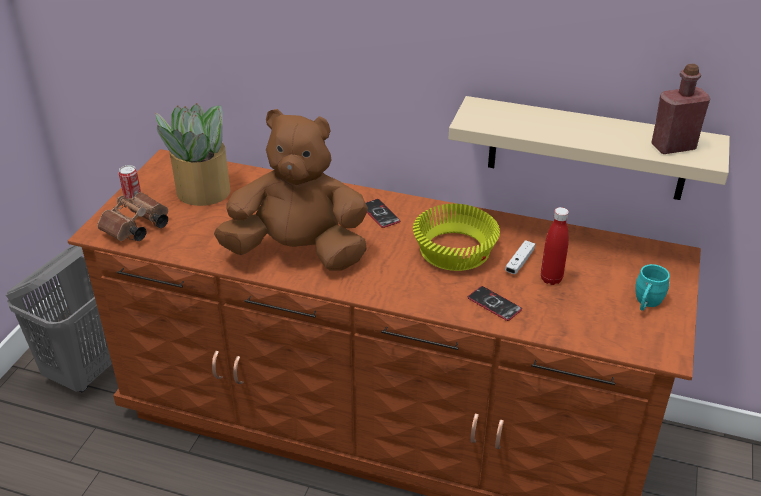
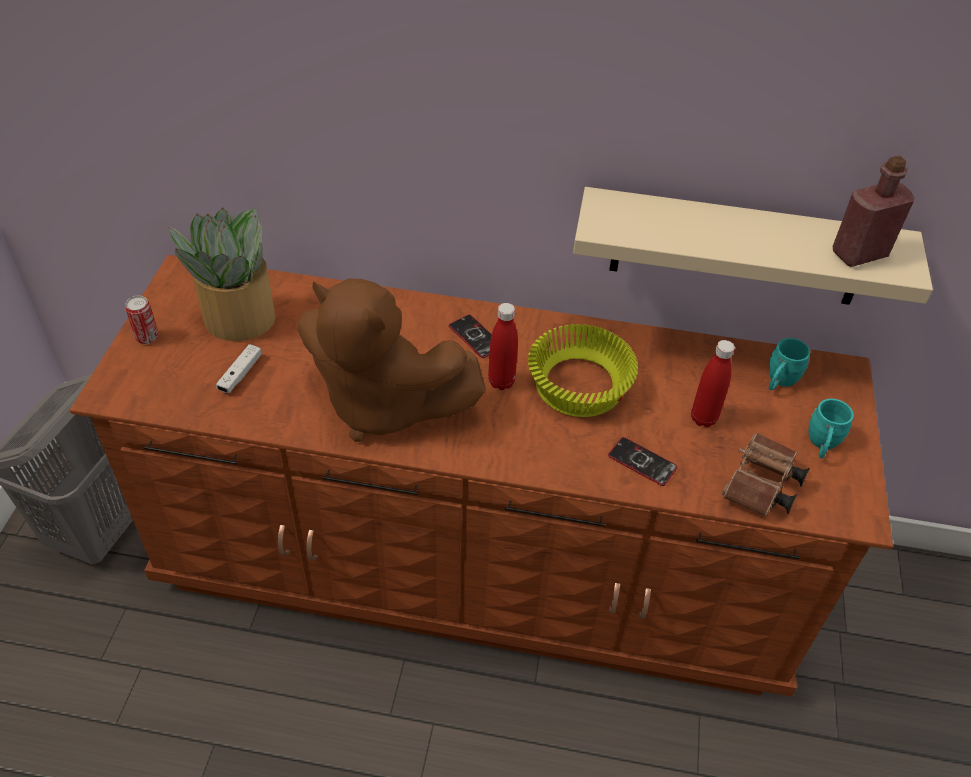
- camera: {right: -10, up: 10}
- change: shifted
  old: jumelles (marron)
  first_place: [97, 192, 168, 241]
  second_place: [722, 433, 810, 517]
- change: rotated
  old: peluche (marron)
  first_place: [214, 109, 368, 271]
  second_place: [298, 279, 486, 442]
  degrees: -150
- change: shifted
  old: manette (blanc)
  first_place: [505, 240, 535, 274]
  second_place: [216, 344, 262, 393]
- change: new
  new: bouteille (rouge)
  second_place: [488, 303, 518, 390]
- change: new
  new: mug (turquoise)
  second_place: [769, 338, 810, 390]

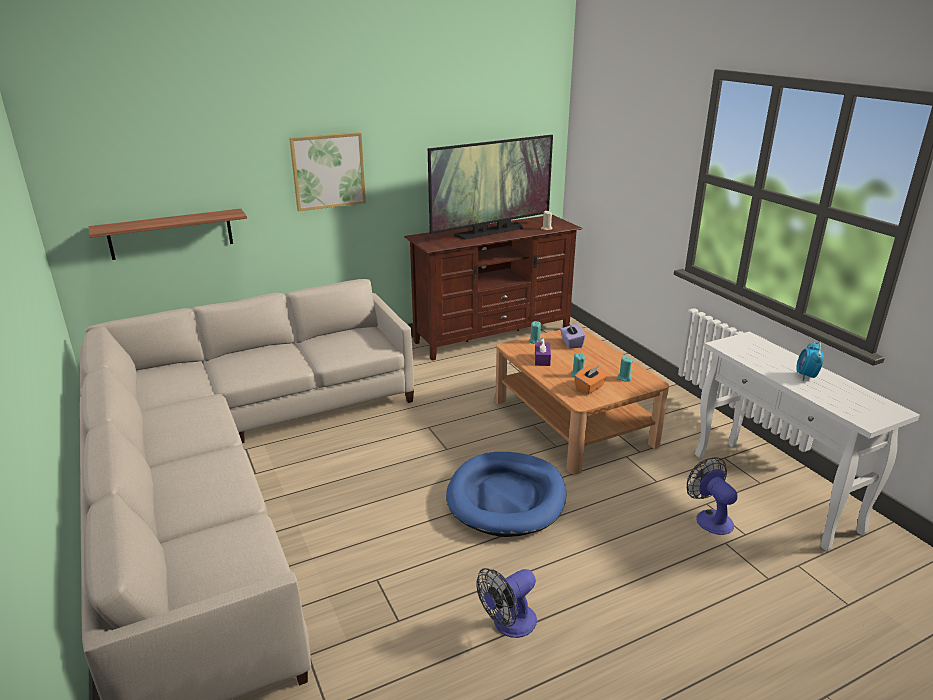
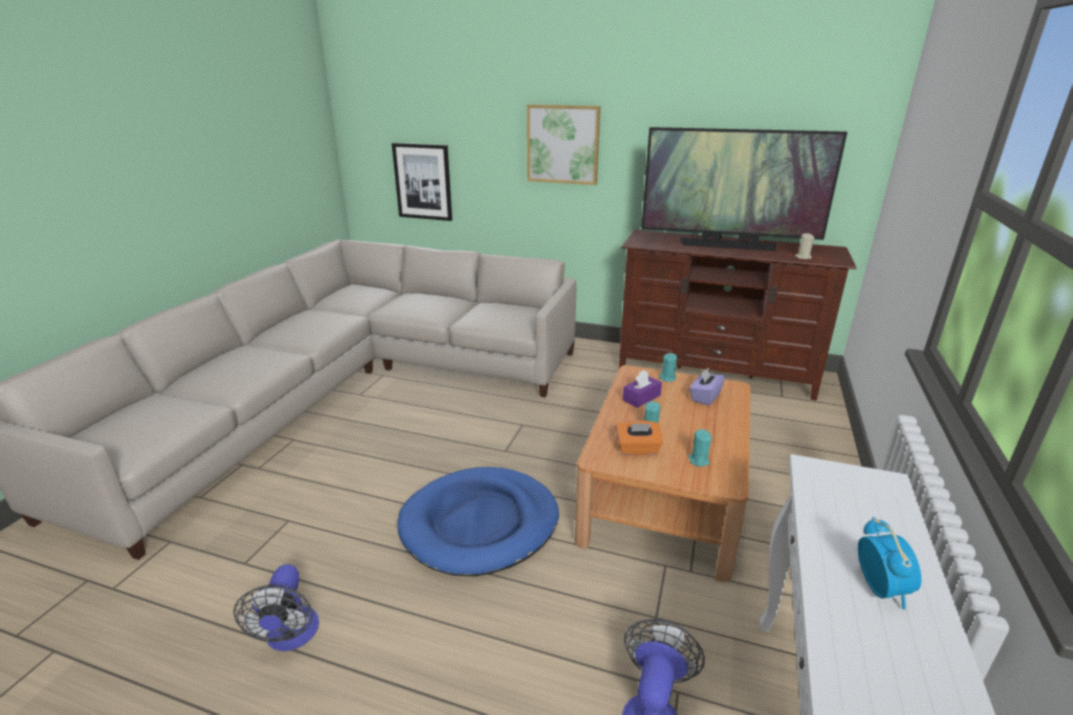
- camera: {right: 45, up: 0}
- change: swapped
  old: étagère
  new: tableau
  first_place: [89, 209, 247, 260]
  second_place: [392, 143, 452, 221]
- change: rotated
  old: ventilateur
  first_place: [476, 568, 537, 638]
  second_place: [233, 564, 319, 651]
  degrees: -105
- change: rotated
  old: réveil
  first_place: [796, 342, 824, 381]
  second_place: [858, 517, 922, 610]
  degrees: 120

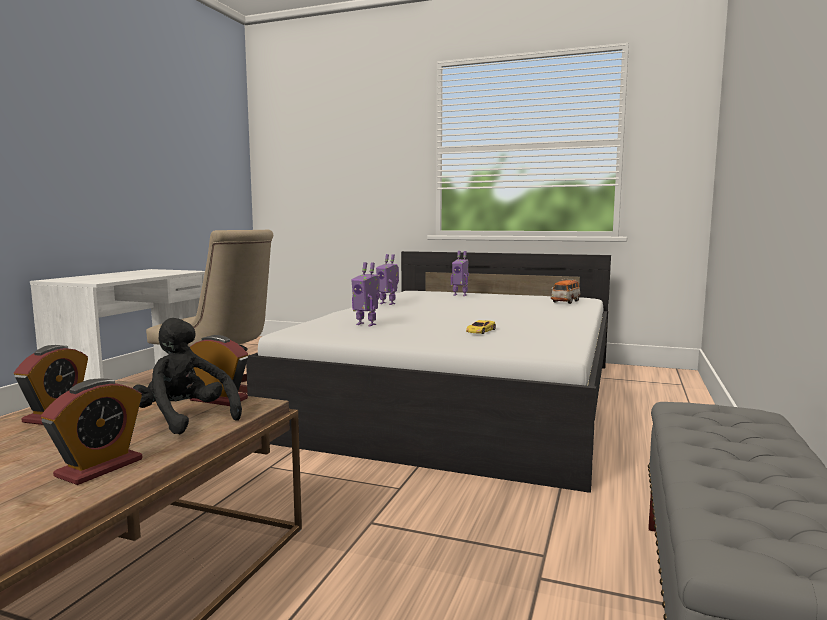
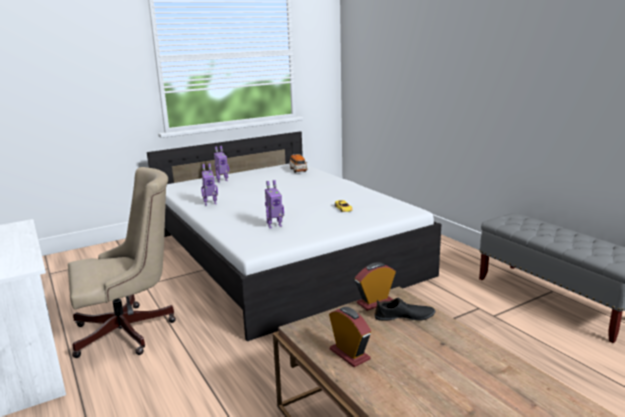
- camera: {right: -50, up: 10}
- change: gone
  old: réveil
  first_place: [41, 378, 142, 485]
- change: swapped
  old: peluche (noir)
  new: chaussure (noir)
  first_place: [133, 318, 242, 434]
  second_place: [374, 298, 435, 321]

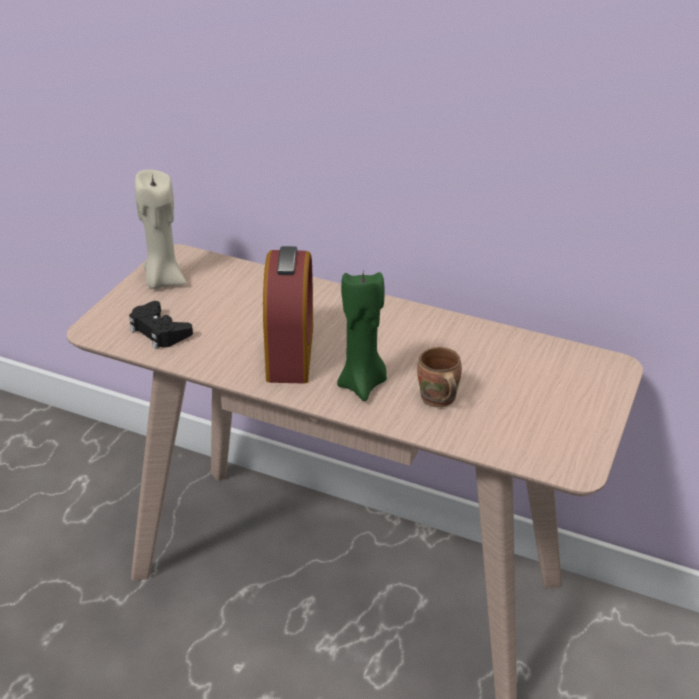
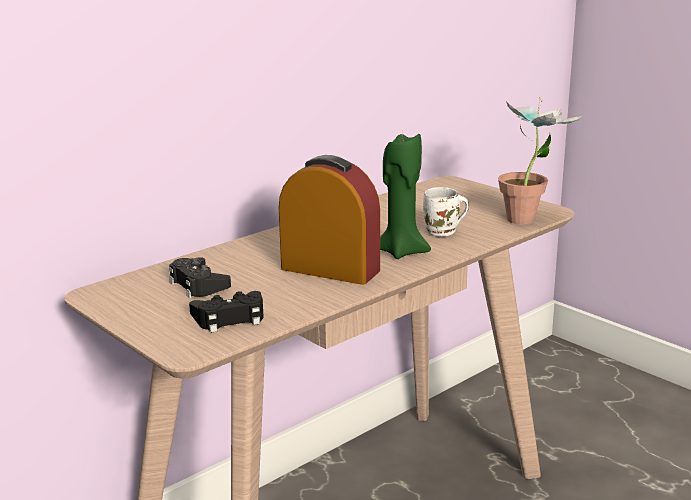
- camera: {right: -65, up: -15}
- change: gone
  old: bougie (beige)
  first_place: [135, 169, 187, 289]
- change: repainted
  old: mug (marron)
  new: mug (blanc)
  first_place: [417, 347, 462, 407]
  second_place: [423, 187, 469, 237]
- change: new
  new: manette (noir)
  second_place: [169, 257, 231, 298]
- change: new
  new: plante en pot
  second_place: [498, 96, 583, 224]

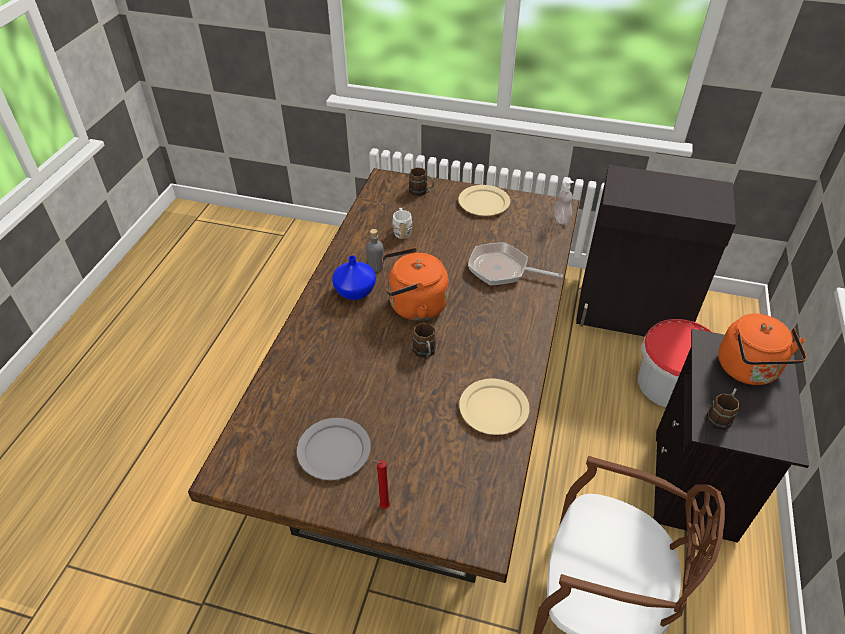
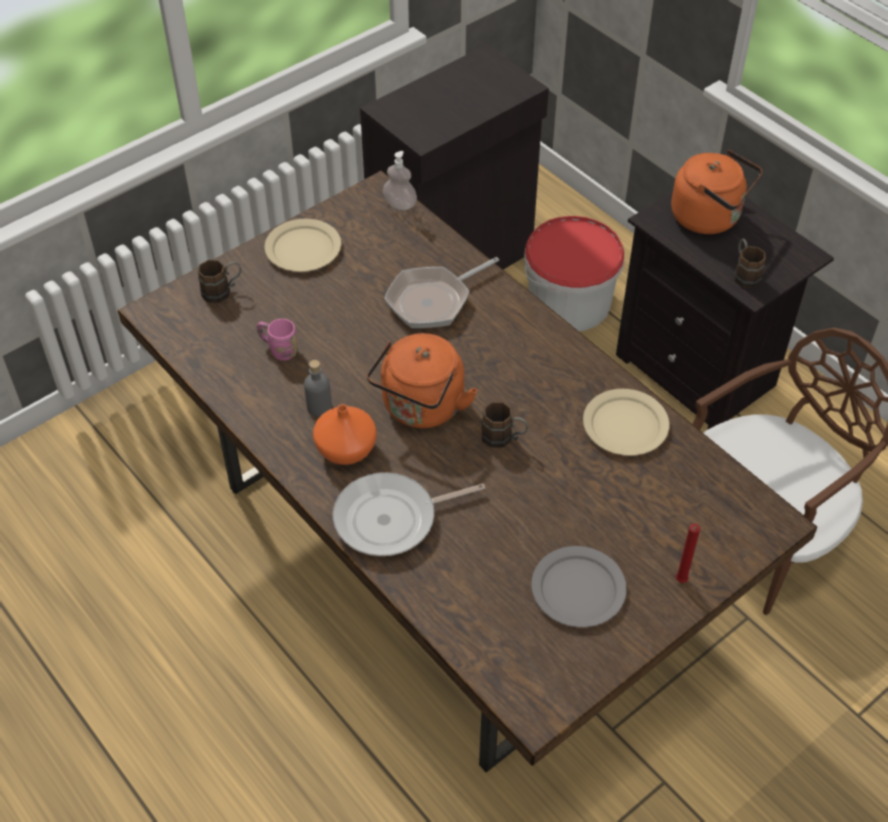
- camera: {right: -55, up: 5}
- change: repainted
  old: vase (bleu)
  new: vase (orange)
  first_place: [332, 256, 376, 300]
  second_place: [313, 404, 376, 465]
- change: repainted
  old: mug (blanc)
  new: mug (rose)
  first_place: [392, 208, 413, 239]
  second_place: [257, 319, 298, 361]
- change: new
  new: poêle
  second_place: [333, 472, 485, 556]

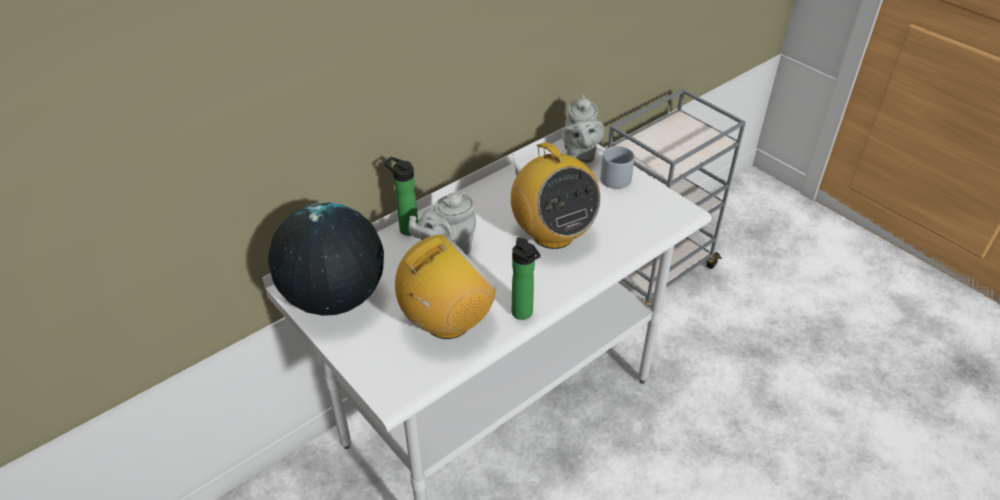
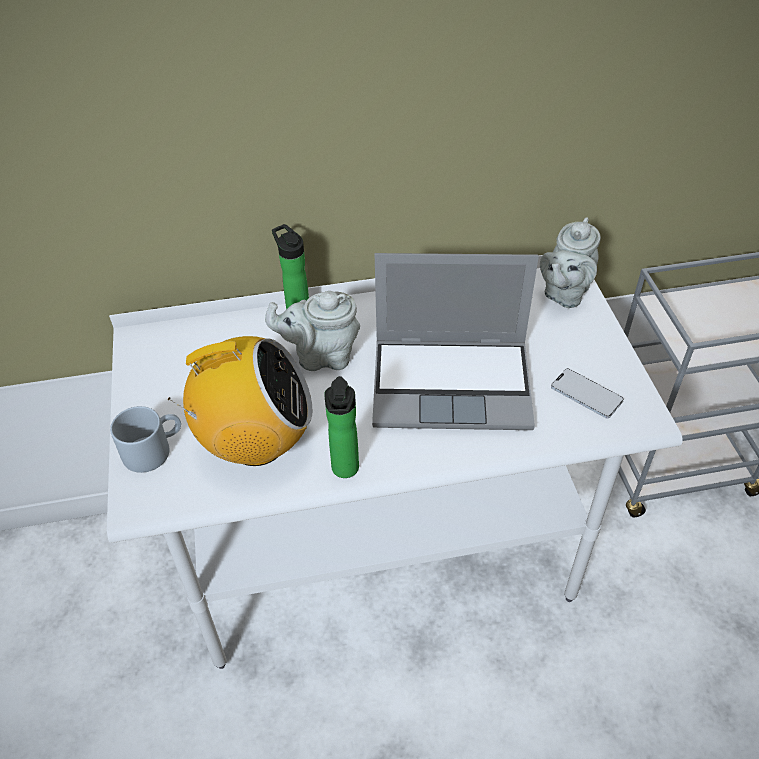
- camera: {right: 30, up: 5}
- change: gone
  old: globe
  first_place: [268, 202, 384, 316]
- change: swapped
  old: radio
  new: ordinateur portable
  first_place: [511, 142, 600, 249]
  second_place: [372, 253, 539, 430]
- change: shifted
  old: mug (gris)
  first_place: [600, 146, 635, 189]
  second_place: [110, 406, 181, 473]
- change: new
  new: téléphone
  second_place: [551, 368, 624, 419]

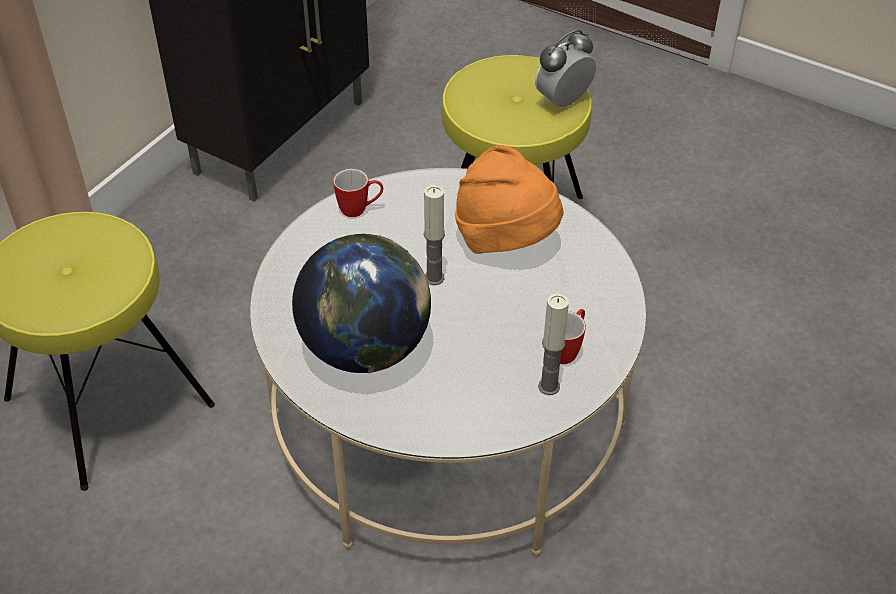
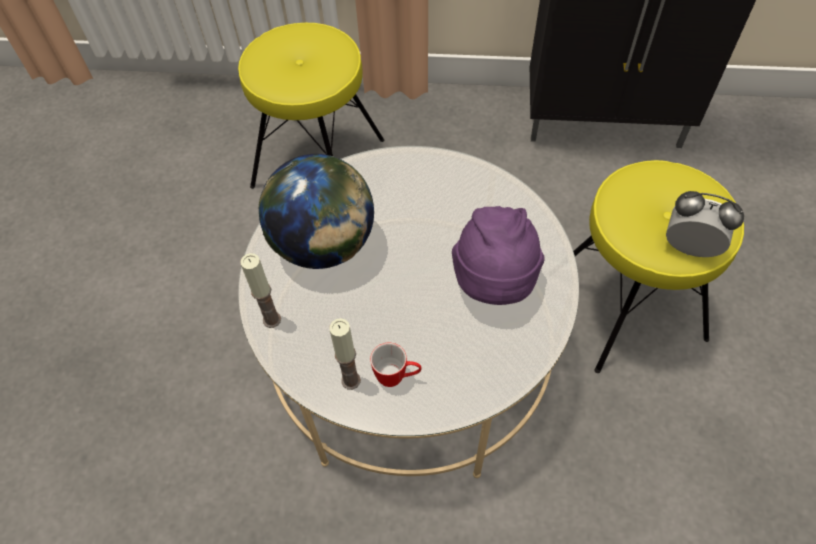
- camera: {right: 65, up: 10}
- change: gone
  old: mug
  first_place: [333, 169, 383, 217]
- change: shifted
  old: bougie
  first_place: [423, 185, 445, 285]
  second_place: [240, 253, 281, 328]
- change: repainted
  old: chapeau (orange)
  new: chapeau (violet)
  first_place: [455, 145, 563, 254]
  second_place: [452, 206, 545, 305]

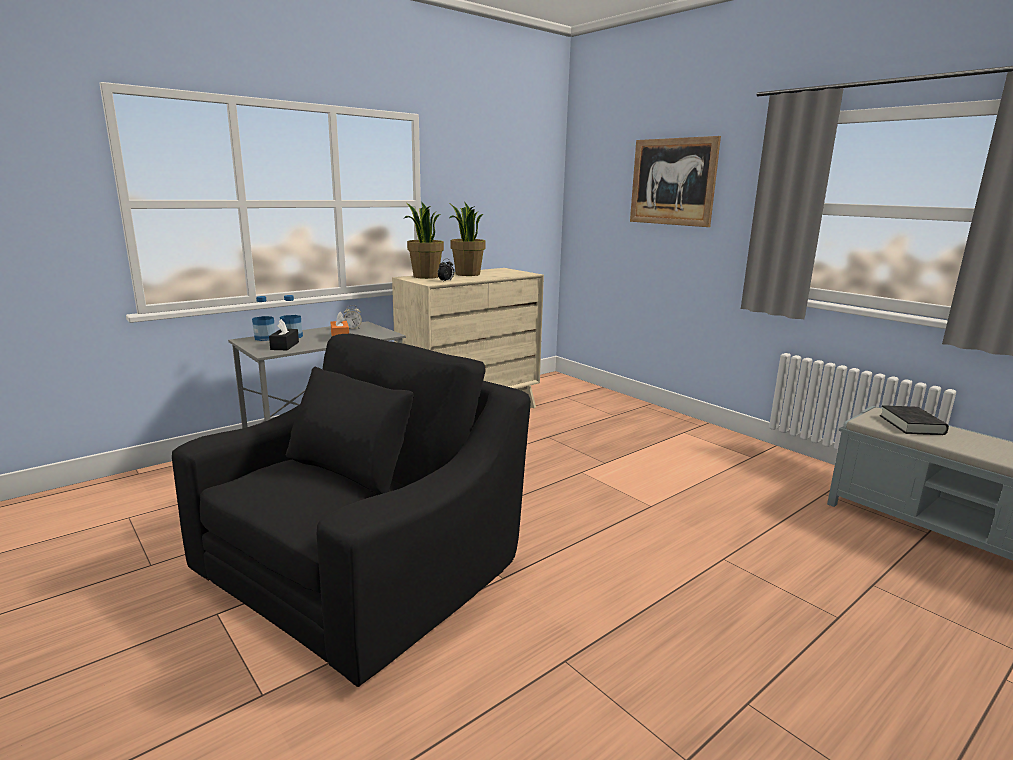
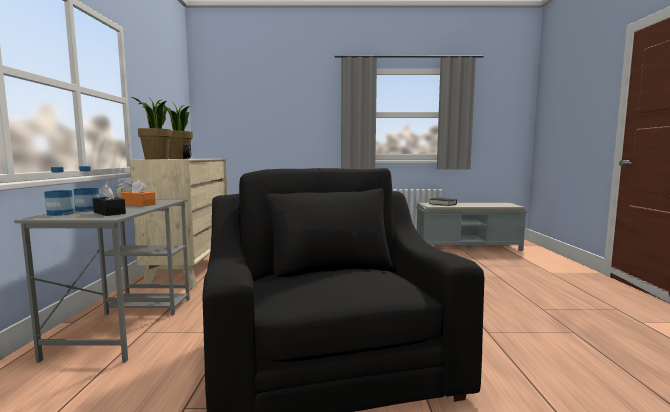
- camera: {right: -50, up: -10}
- change: gone
  old: tableau
  first_place: [630, 136, 721, 227]

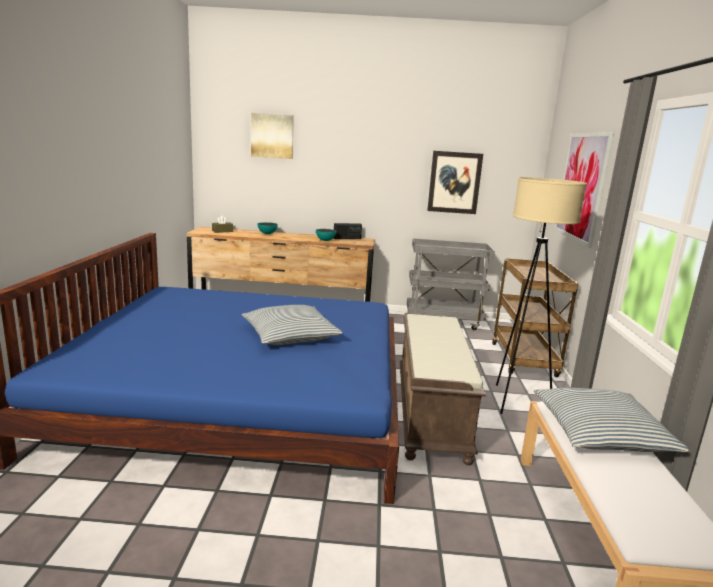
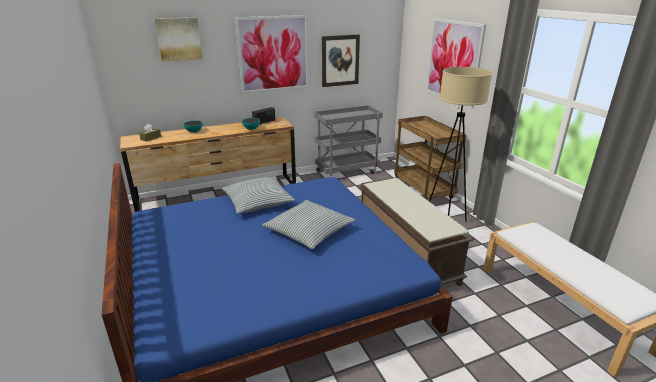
- camera: {right: -25, up: 10}
- change: shifted
  old: coussin
  first_place: [534, 388, 690, 452]
  second_place: [222, 177, 295, 214]
- change: new
  new: tableau
  second_place: [235, 15, 309, 94]

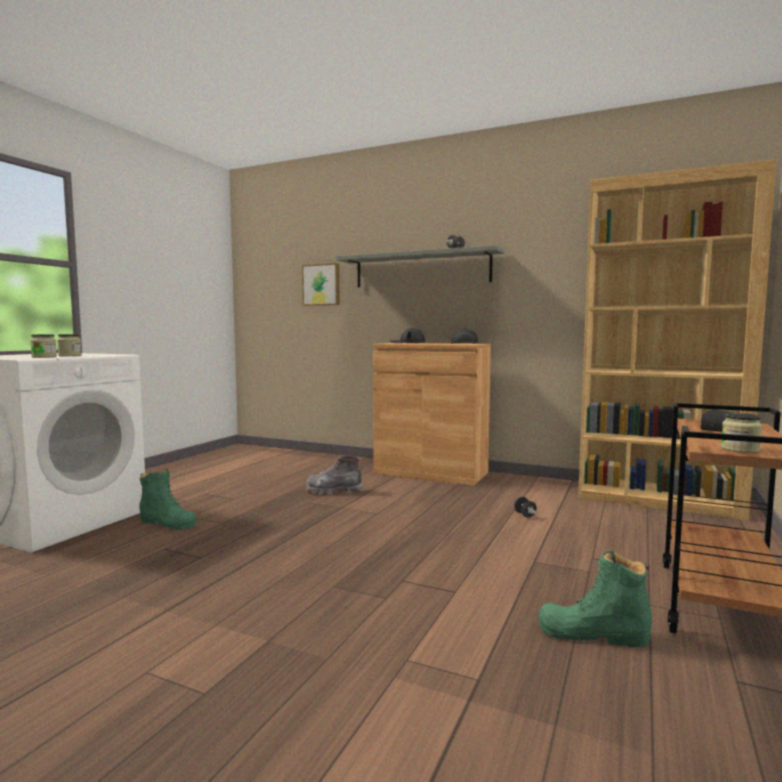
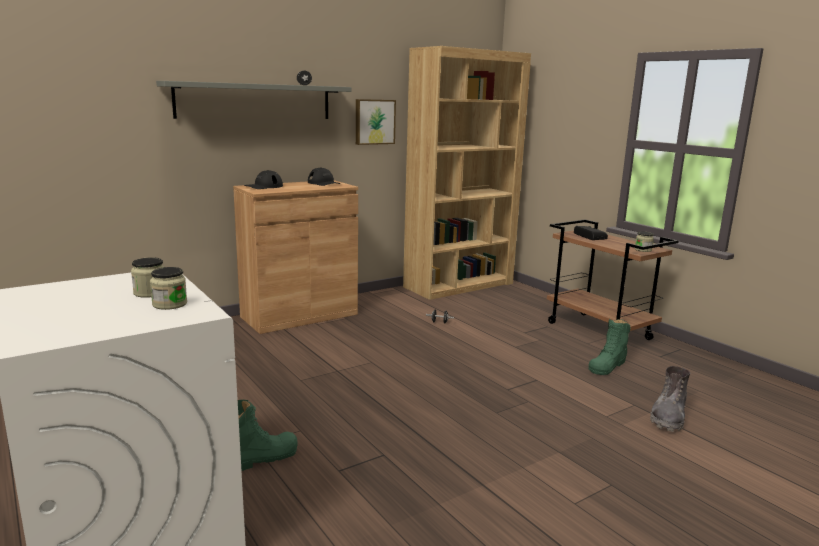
- camera: {right: -60, up: 10}
- change: shifted
  old: tableau
  first_place: [302, 263, 340, 306]
  second_place: [356, 99, 396, 145]
- change: shifted
  old: botte (gris)
  first_place: [306, 456, 363, 495]
  second_place: [650, 366, 690, 432]

